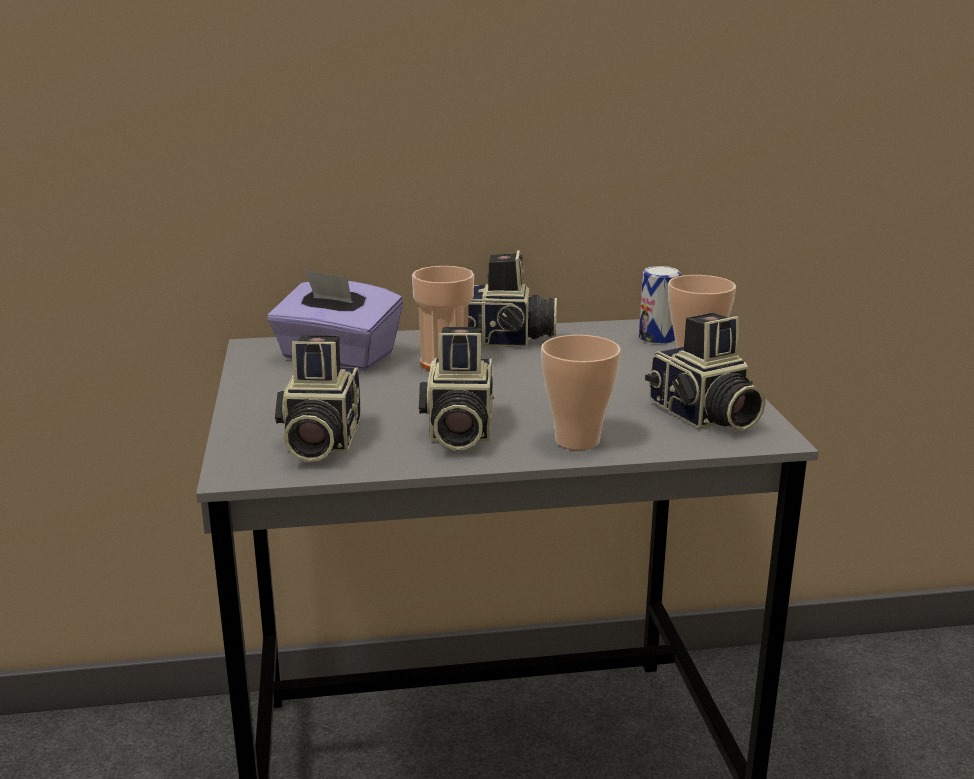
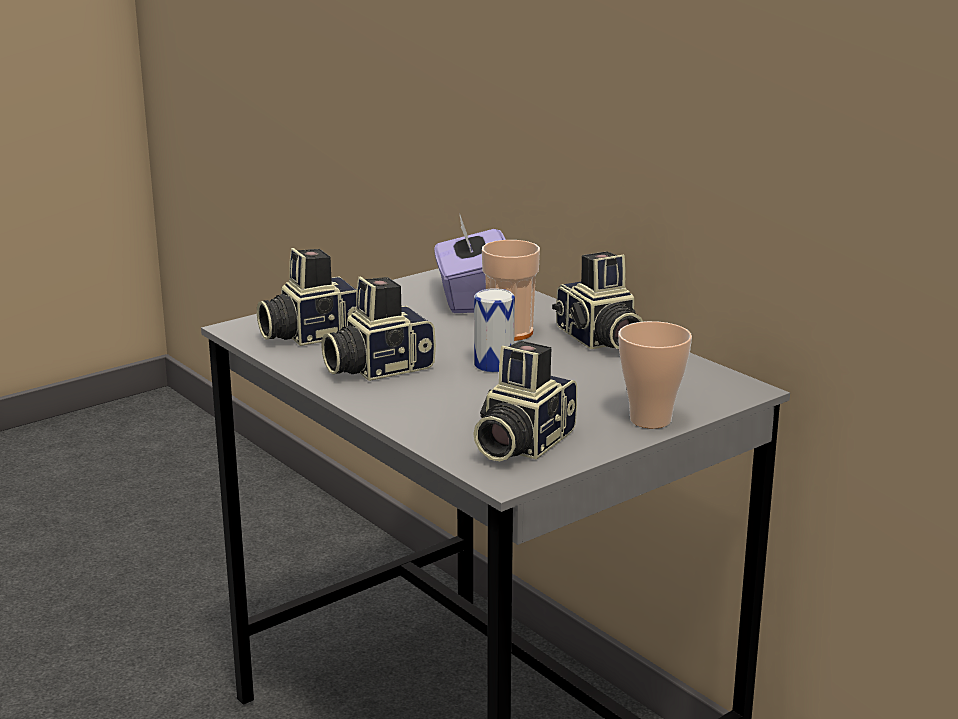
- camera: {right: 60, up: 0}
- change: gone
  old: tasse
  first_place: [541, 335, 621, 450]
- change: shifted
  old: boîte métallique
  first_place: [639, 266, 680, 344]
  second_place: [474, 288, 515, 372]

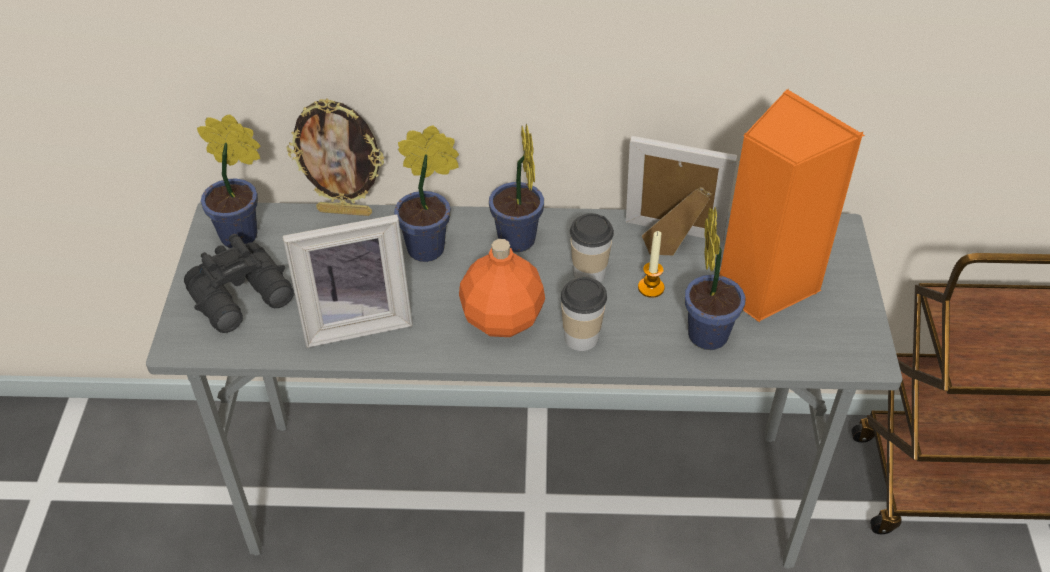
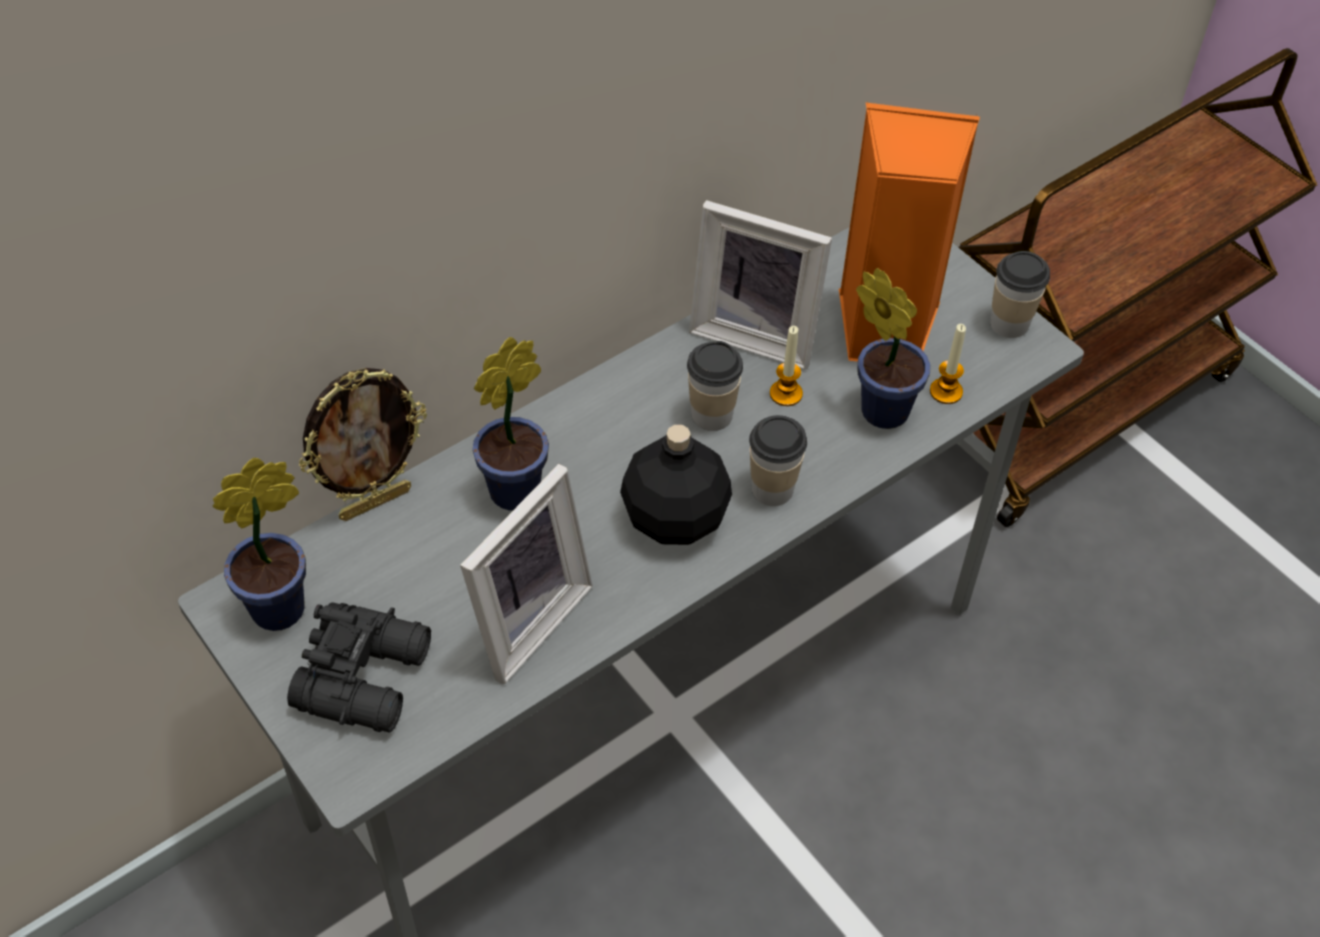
- camera: {right: -40, up: 5}
- change: repainted
  old: bouteille (orange)
  new: bouteille (noir)
  first_place: [459, 239, 545, 337]
  second_place: [620, 425, 732, 545]
- change: gone
  old: plante en pot
  first_place: [489, 124, 544, 252]
- change: rotated
  old: cadre photo
  first_place: [626, 136, 737, 255]
  second_place: [689, 200, 832, 370]
  degrees: -135
- change: new
  new: bougie
  second_place: [930, 324, 966, 404]
- change: new
  new: tasse
  second_place: [990, 251, 1050, 338]

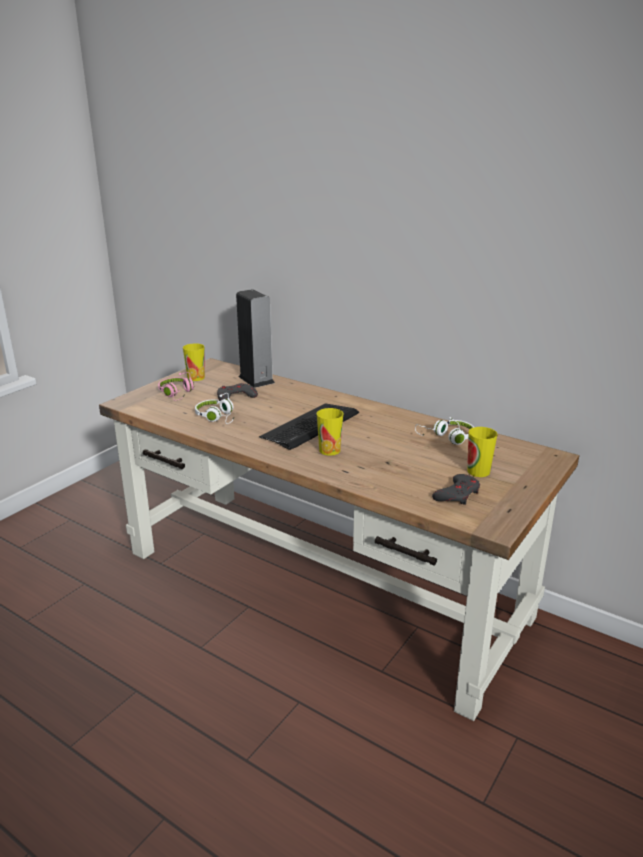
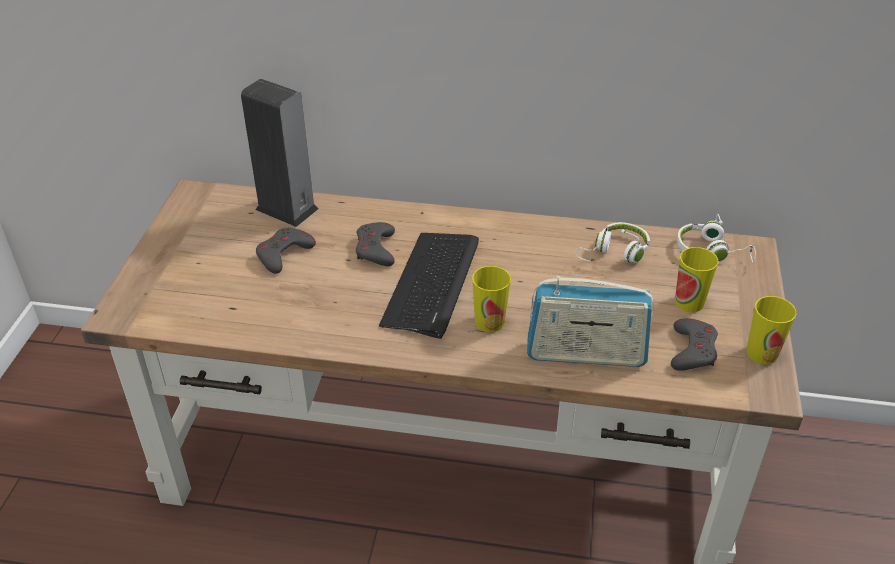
- camera: {right: -25, up: 15}
- change: gone
  old: casque audio (rose)
  first_place: [158, 372, 194, 401]
- change: shifted
  old: tasse
  first_place: [183, 343, 205, 381]
  second_place: [746, 296, 797, 364]
- change: shifted
  old: casque audio (blanc)
  first_place: [195, 393, 235, 424]
  second_place: [677, 214, 756, 263]
- change: new
  new: manette (gris)
  second_place: [356, 222, 395, 266]
- change: new
  new: radio
  second_place: [527, 276, 654, 367]

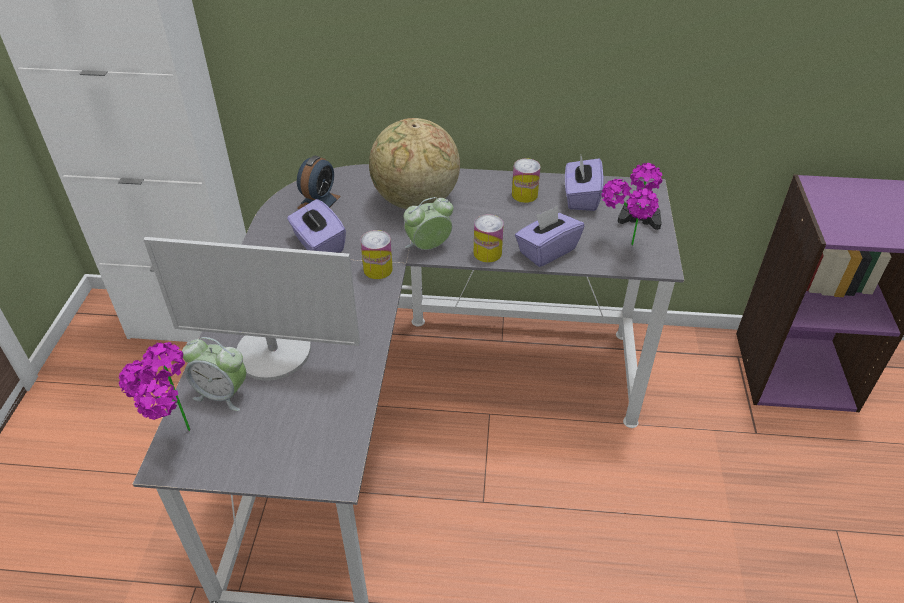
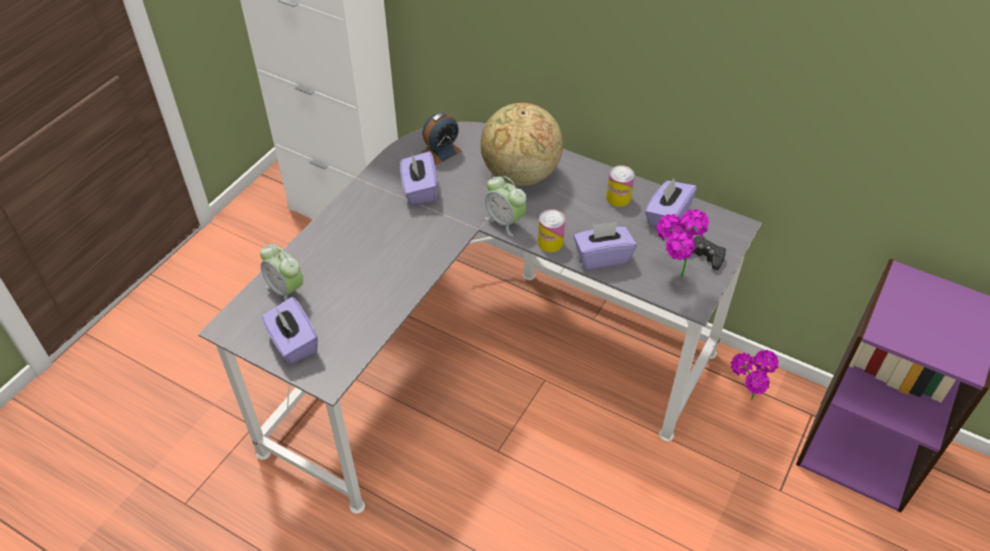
- camera: {right: 25, up: 5}
- change: shifted
  old: plante en pot
  first_place: [119, 342, 190, 431]
  second_place: [731, 350, 779, 400]
- change: gone
  old: écran d'ordinateur
  first_place: [143, 237, 360, 381]
- change: gone
  old: boîte métallique
  first_place: [360, 230, 393, 279]
- change: rotated
  old: réveil
  first_place: [404, 197, 453, 250]
  second_place: [485, 176, 526, 236]
  degrees: -135
- change: new
  new: boîte à mouchoirs (violet)
  second_place: [262, 297, 318, 364]

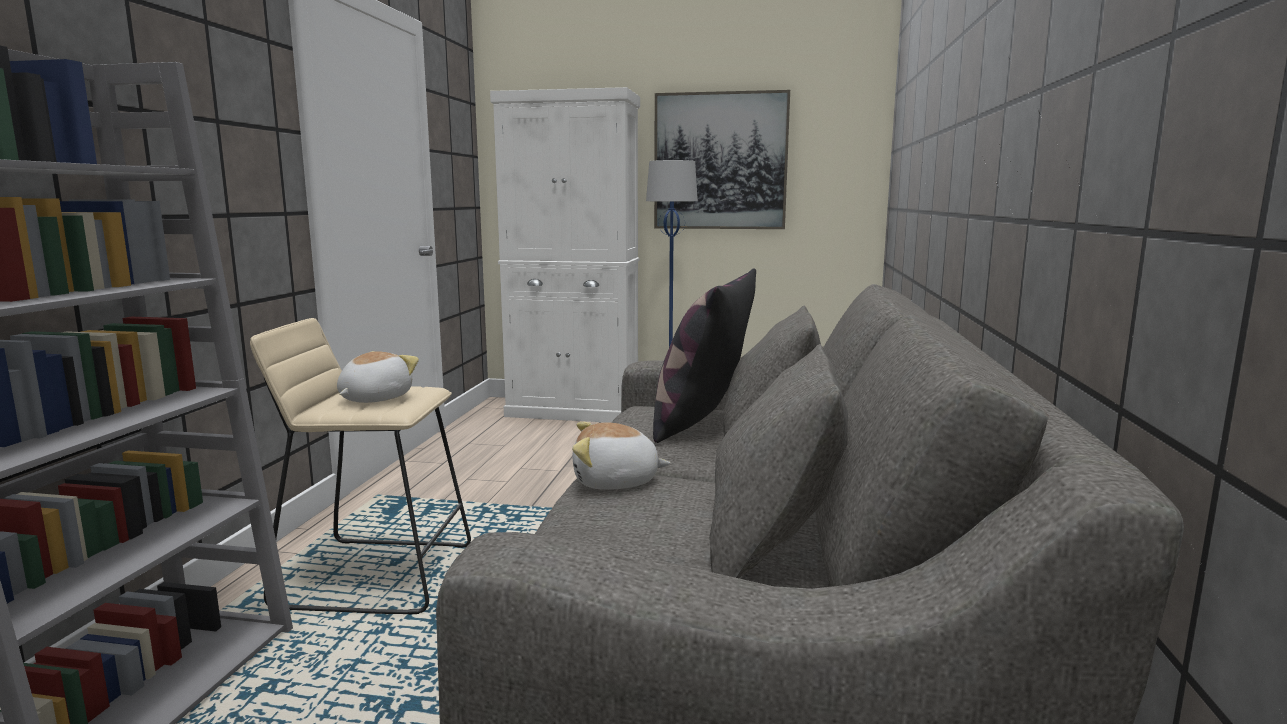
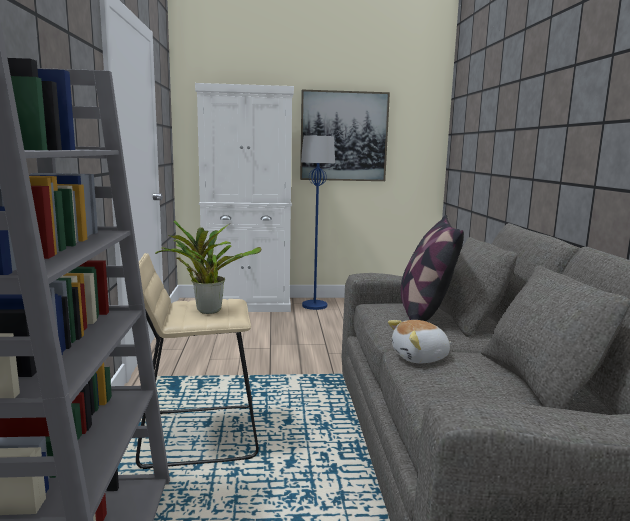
- camera: {right: -15, up: 0}
- change: swapped
  old: peluche
  new: plante en pot
  first_place: [337, 351, 419, 403]
  second_place: [155, 220, 262, 314]

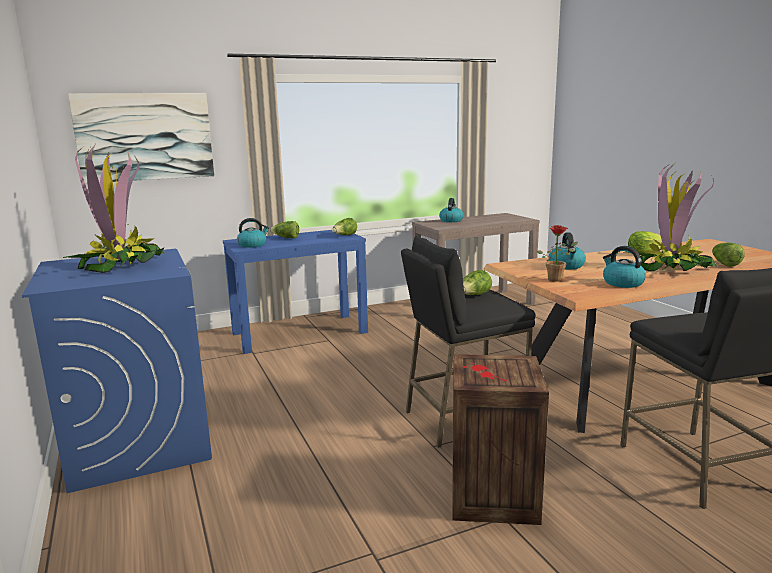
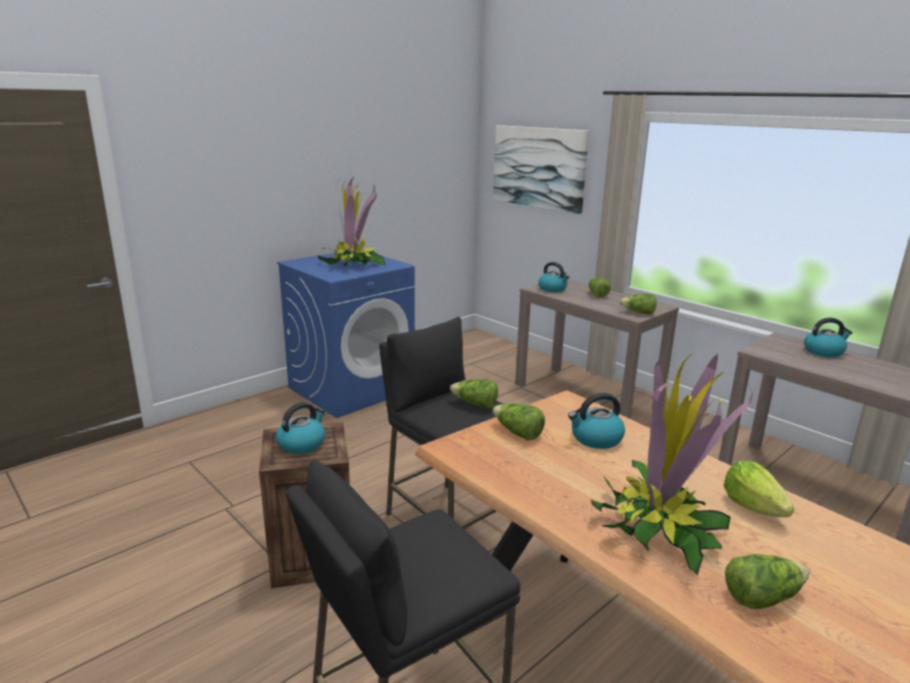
- camera: {right: 70, up: 5}
- change: repainted
  old: table console (bleu)
  new: table console (marron)
  first_place: [223, 230, 368, 354]
  second_place: [515, 279, 679, 419]
- change: swapped
  old: plante en pot
  new: laitue
  first_place: [537, 225, 578, 282]
  second_place: [493, 403, 545, 440]
- change: shifted
  old: bouilloire
  first_place: [603, 246, 646, 288]
  second_place: [276, 402, 325, 454]

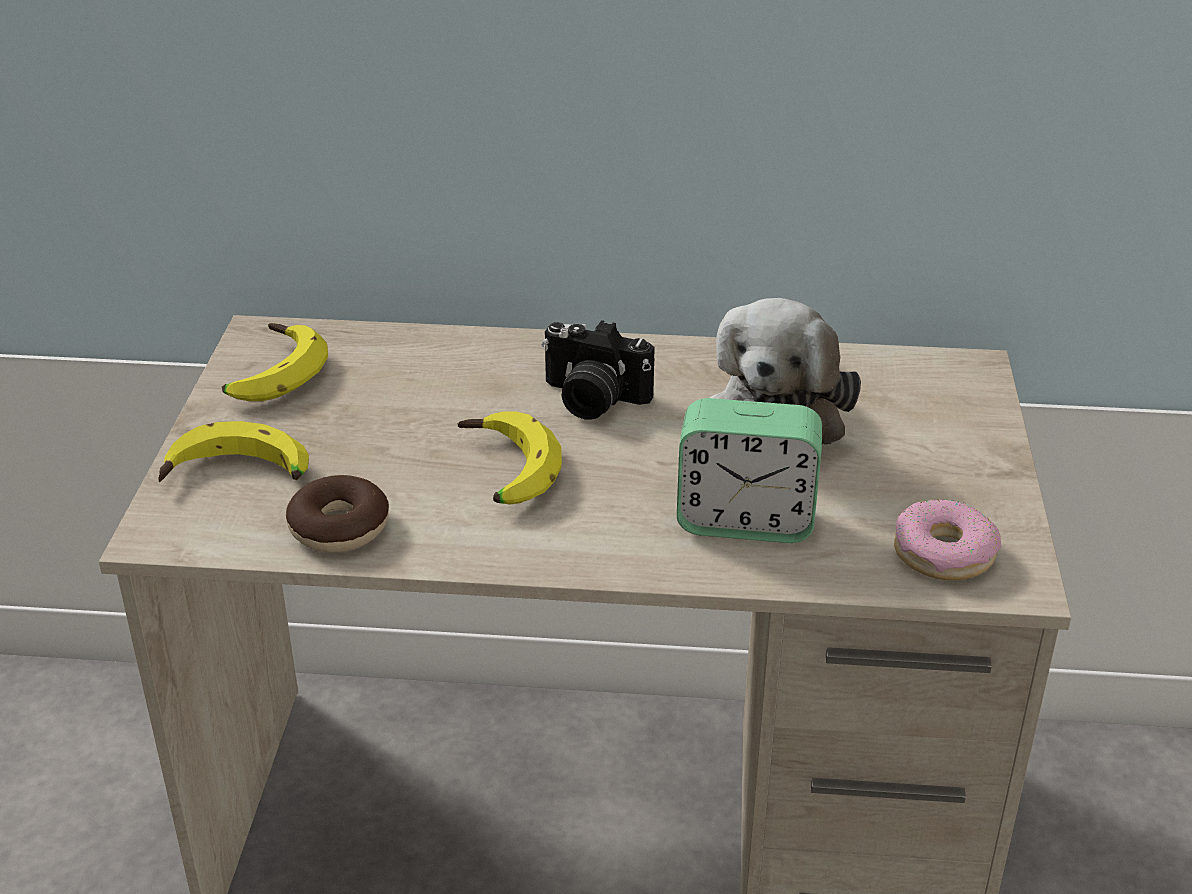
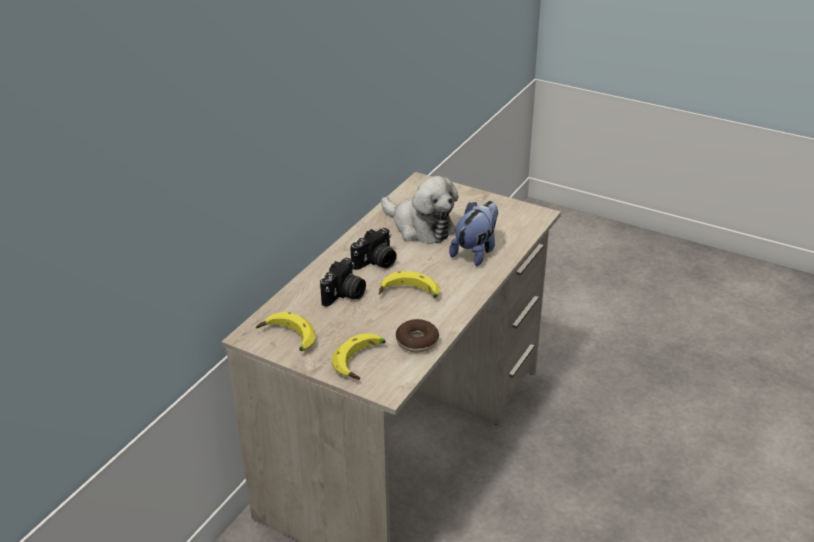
- camera: {right: -65, up: 0}
- change: swapped
  old: réveil
  new: peluche
  first_place: [677, 398, 822, 543]
  second_place: [449, 201, 498, 266]
- change: gone
  old: beignet
  first_place: [894, 499, 1001, 580]
- change: new
  new: appareil photo
  second_place: [320, 258, 366, 307]

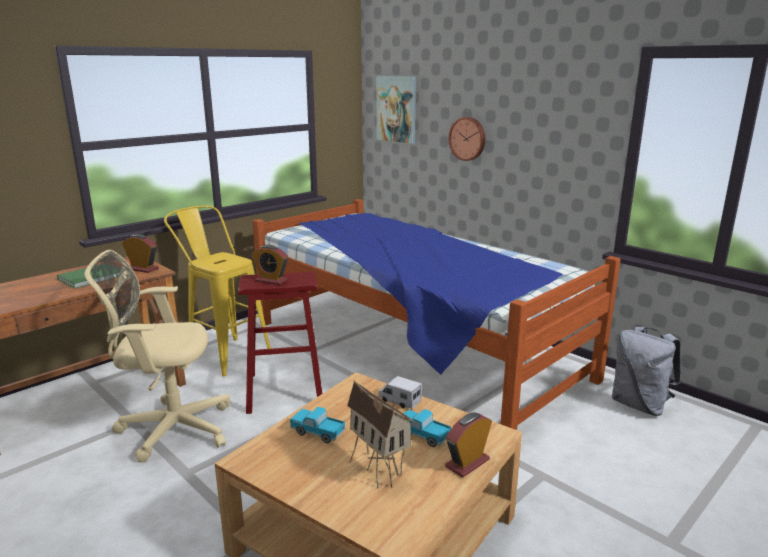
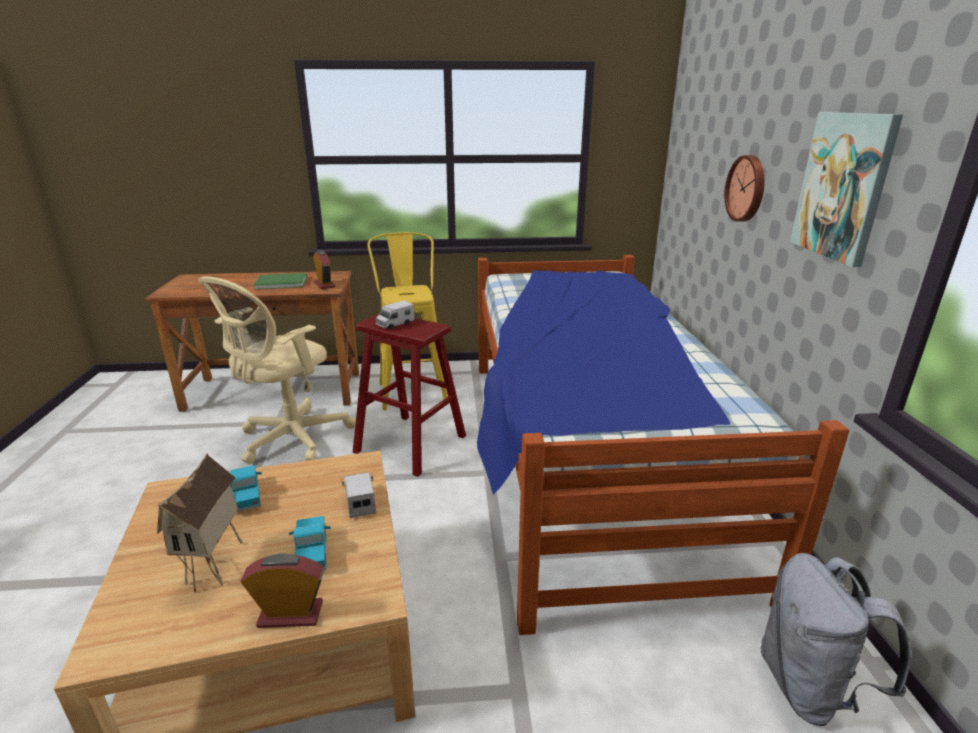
- camera: {right: 40, up: 5}
- change: rotated
  old: chaise de bureau (beige)
  first_place: [85, 250, 230, 462]
  second_place: [198, 276, 356, 464]
  degrees: -90
- change: swapped
  old: réveil
  new: camion jouet
  first_place: [252, 245, 288, 285]
  second_place: [376, 301, 415, 329]
- change: shifted
  old: tableau
  first_place: [376, 76, 416, 144]
  second_place: [790, 112, 903, 267]

